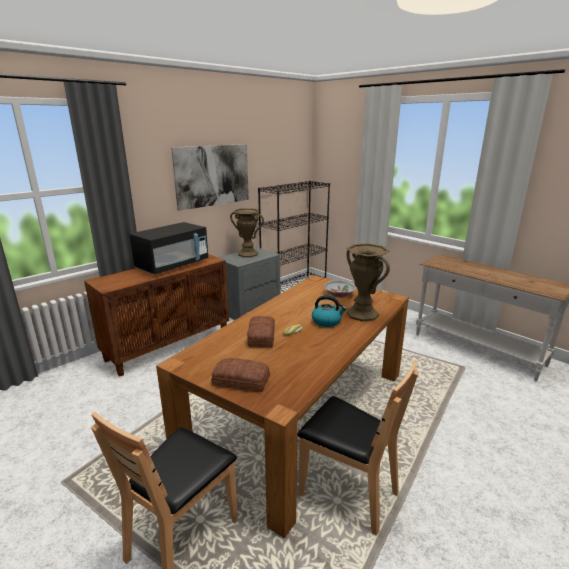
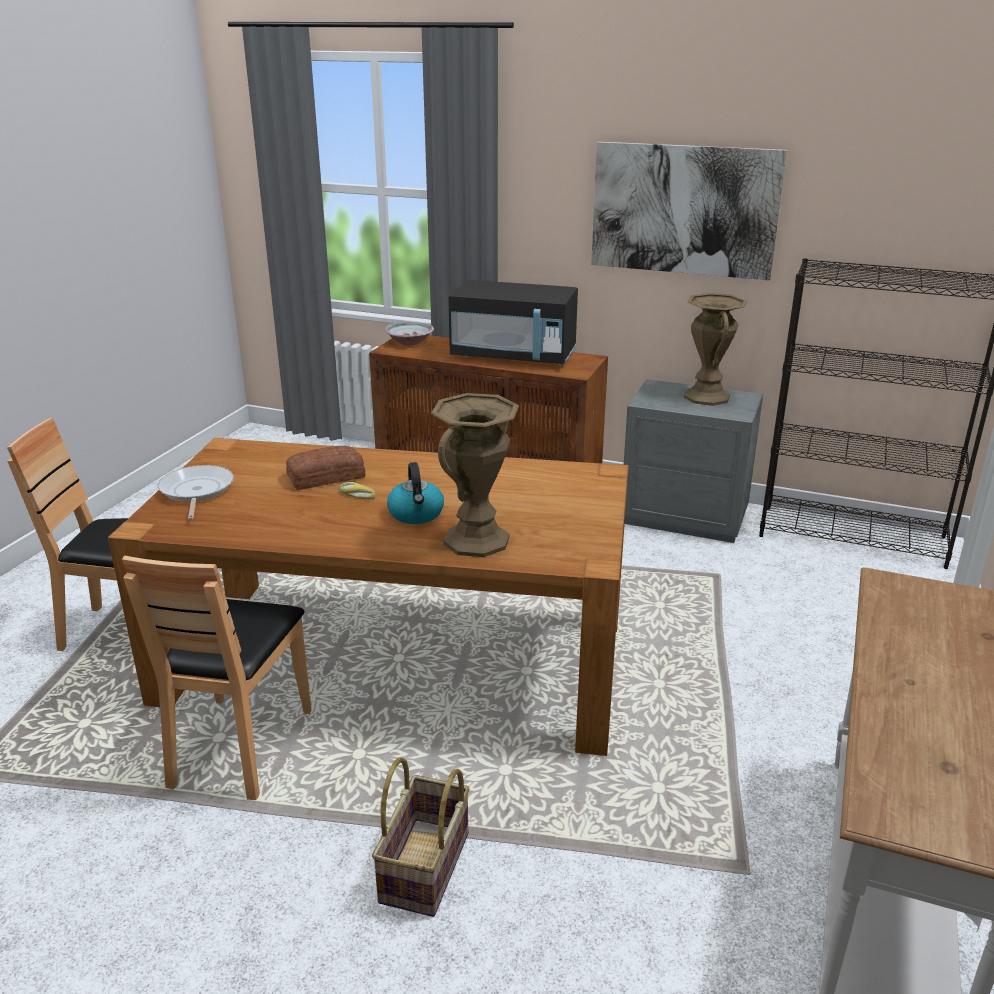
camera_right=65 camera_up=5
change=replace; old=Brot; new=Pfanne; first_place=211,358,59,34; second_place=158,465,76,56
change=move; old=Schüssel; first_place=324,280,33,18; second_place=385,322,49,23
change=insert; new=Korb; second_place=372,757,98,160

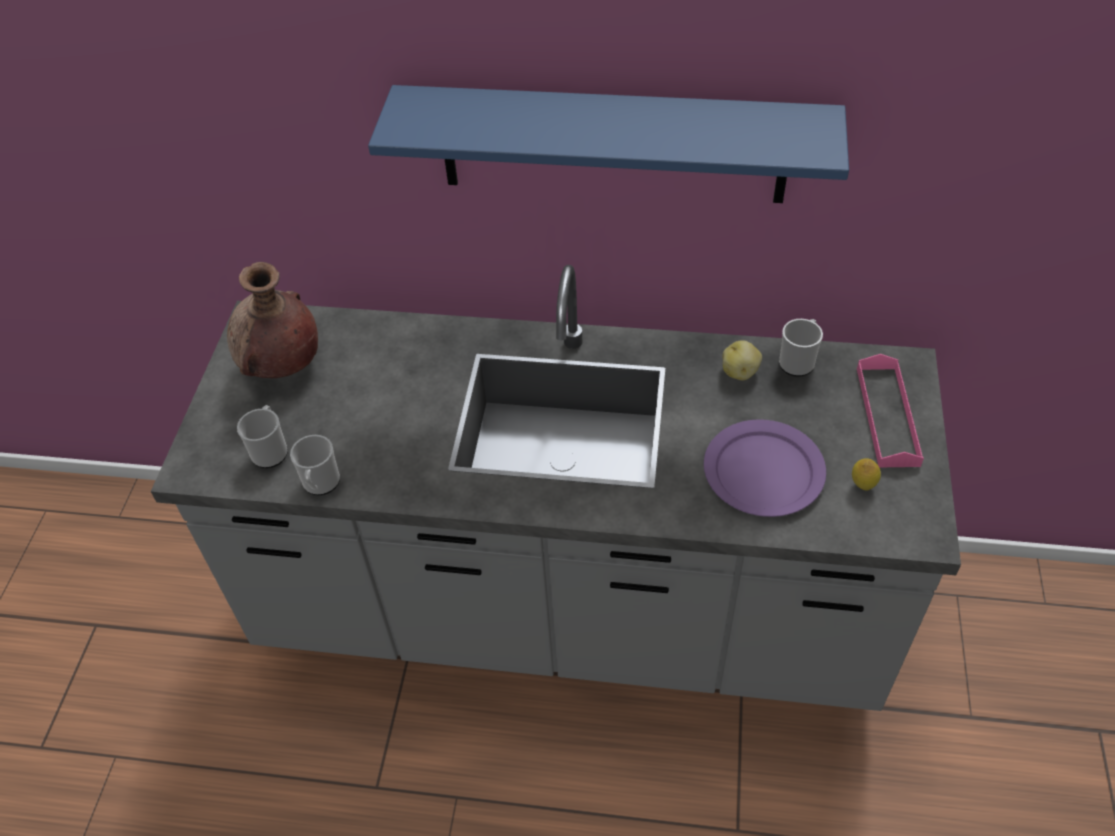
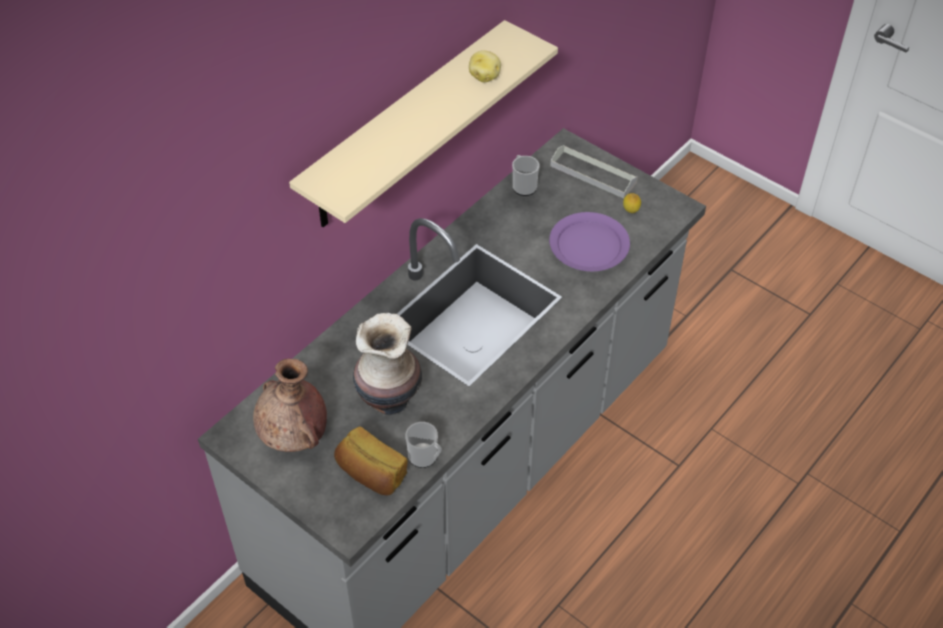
camera_right=-60 camera_up=0
change=replace; old=Henkelbecher; new=Brot; first_place=237,405,51,63; second_place=334,427,74,69
change=recolor; old=Wandregal (blau); new=Wandregal (beige); first_place=368,85,481,118; second_place=289,20,269,207
change=move; old=Kartoffel; first_place=722,340,40,40; second_place=469,50,32,32
change=recolor; old=Tablett (rosa); new=Tablett (grau); first_place=857,354,67,113; second_place=550,145,88,53
change=insert; new=Vase; second_place=353,312,69,104

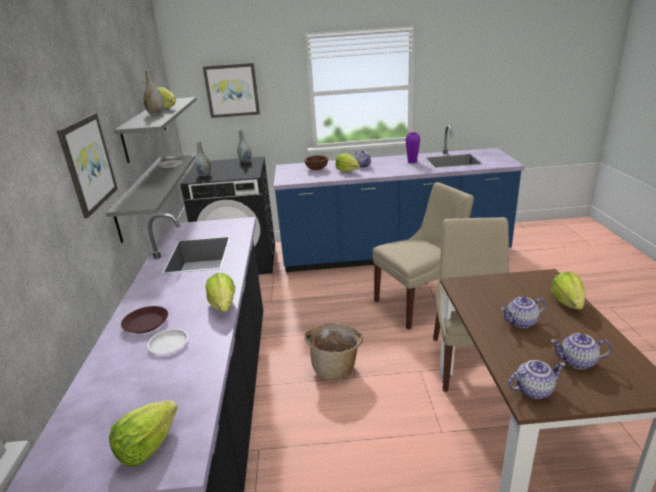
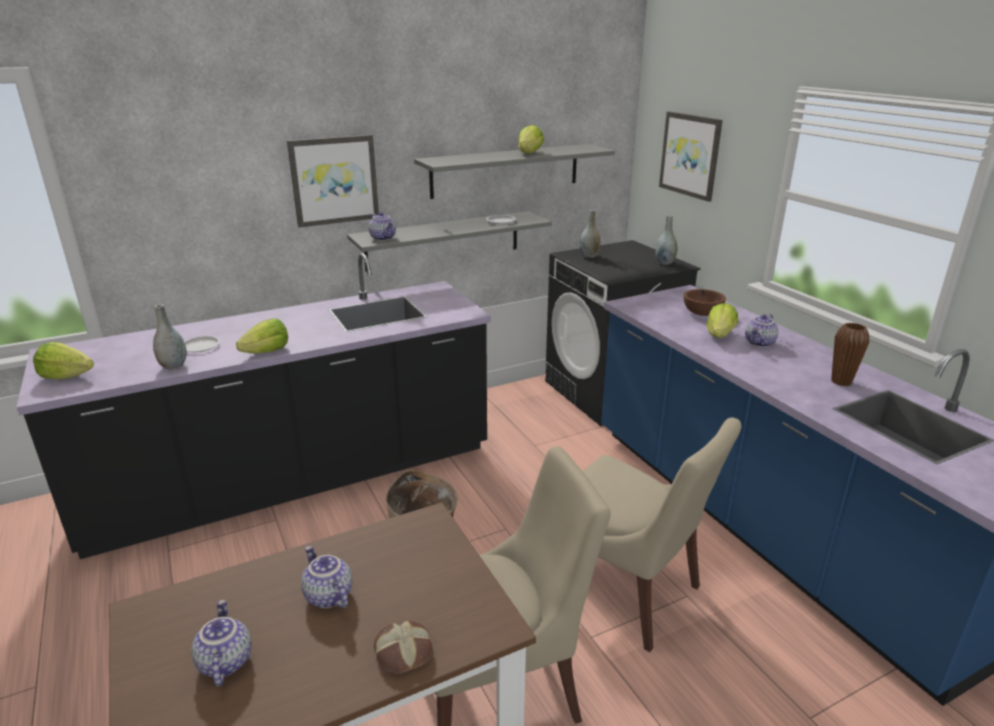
camera_right=65 camera_up=0
change=delete; old=Teller (braun); first_place=121,306,47,28
change=move; old=Vase (grau); first_place=144,70,20,45; second_place=153,304,34,65
change=recolor; old=Vase (lila); new=Vase (braun); first_place=406,132,14,31; second_place=831,323,38,63
change=move; old=Teekanne; first_place=508,360,58,39; second_place=368,212,28,29
change=replace; old=Salatkopf; new=Brot; first_place=551,271,35,38; second_place=374,621,59,52

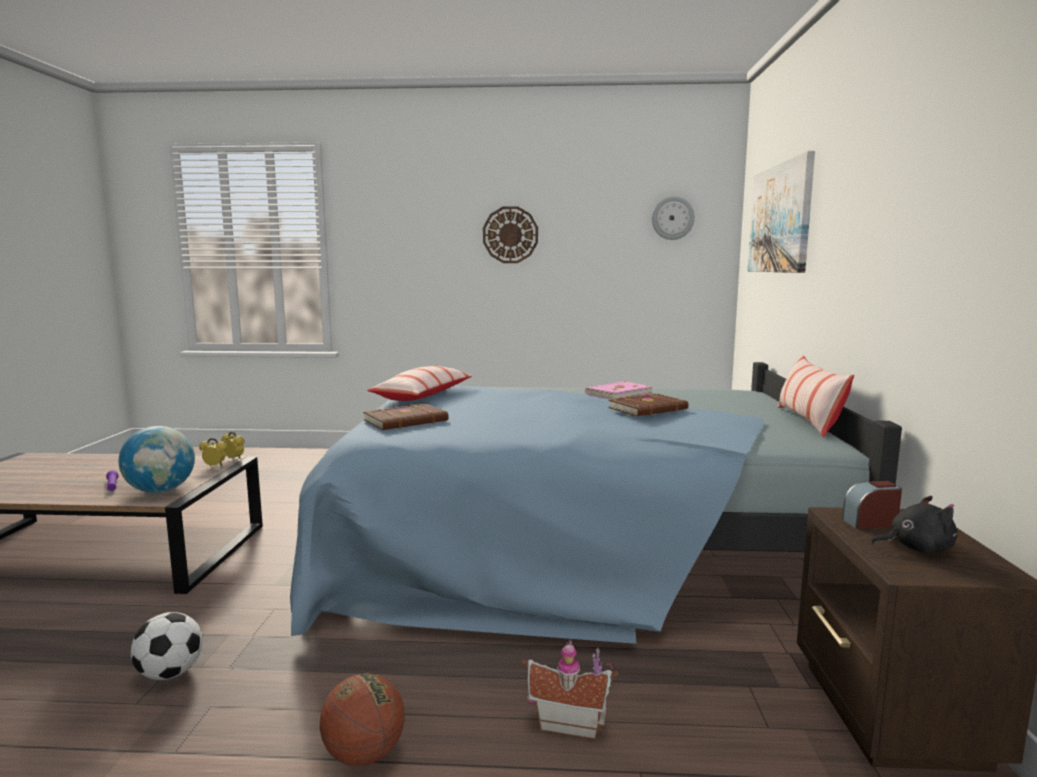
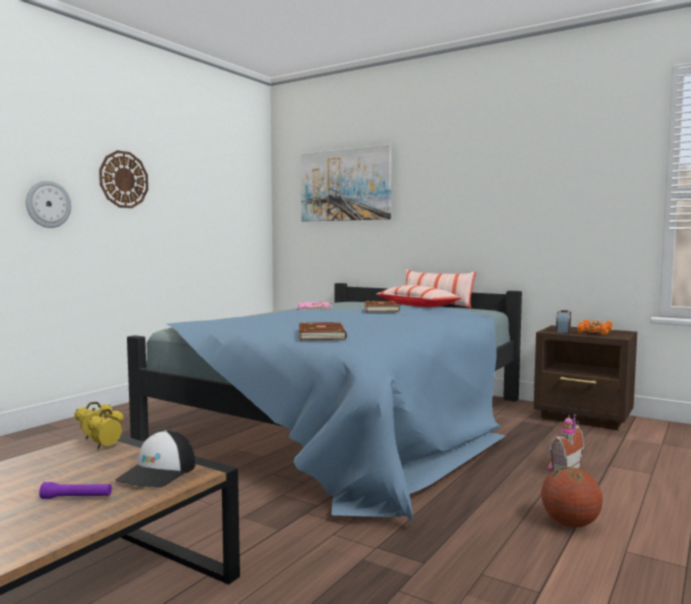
camera_right=-60 camera_up=-5
change=replace; old=Globus; new=Kappe; first_place=119,426,76,67; second_place=115,430,80,57
change=delete; old=Fußball; first_place=131,612,72,68
change=move; old=Kissen; first_place=367,366,105,35; second_place=376,285,85,22
change=move; old=Wanduhr; first_place=652,196,43,44; second_place=26,180,45,48
change=replace; old=Plüschtier (schwarz); new=Spielzeugauto (orange); first_place=871,496,86,57; second_place=578,319,34,16

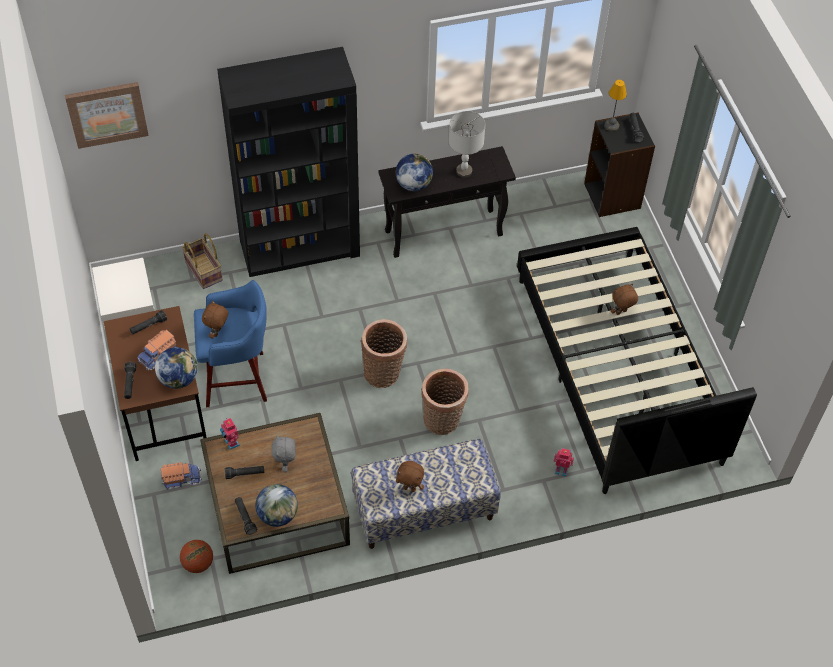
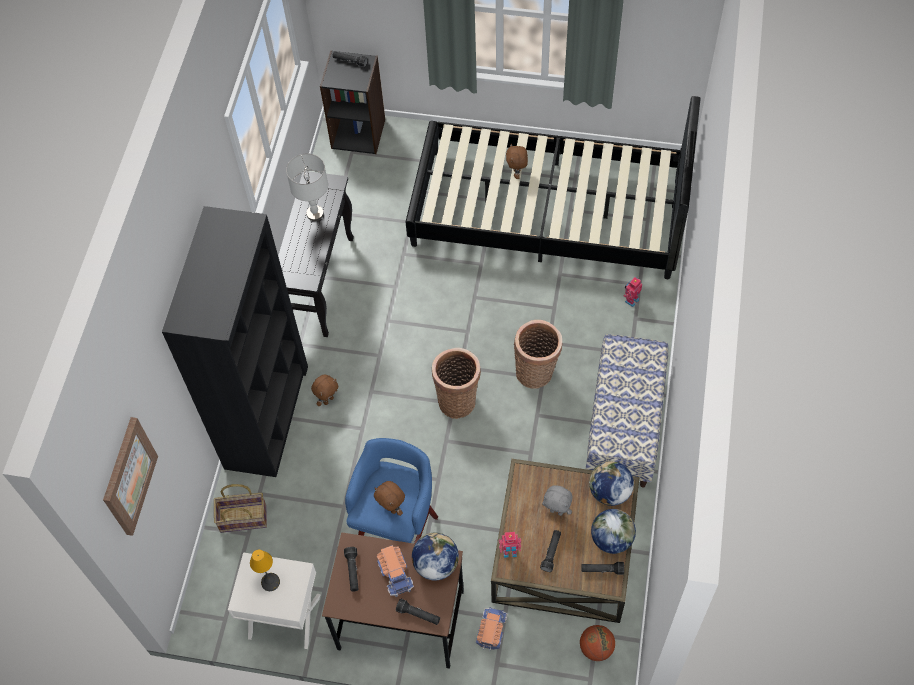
camera_right=-60 camera_up=5
change=move; old=Globus; first_place=396,154,37,37; second_place=589,461,45,45
change=move; old=Plüschtier (braun); first_place=396,461,28,31; second_place=311,375,28,31
change=move; old=Tischlampe; first_place=604,80,23,51; second_place=250,549,30,42

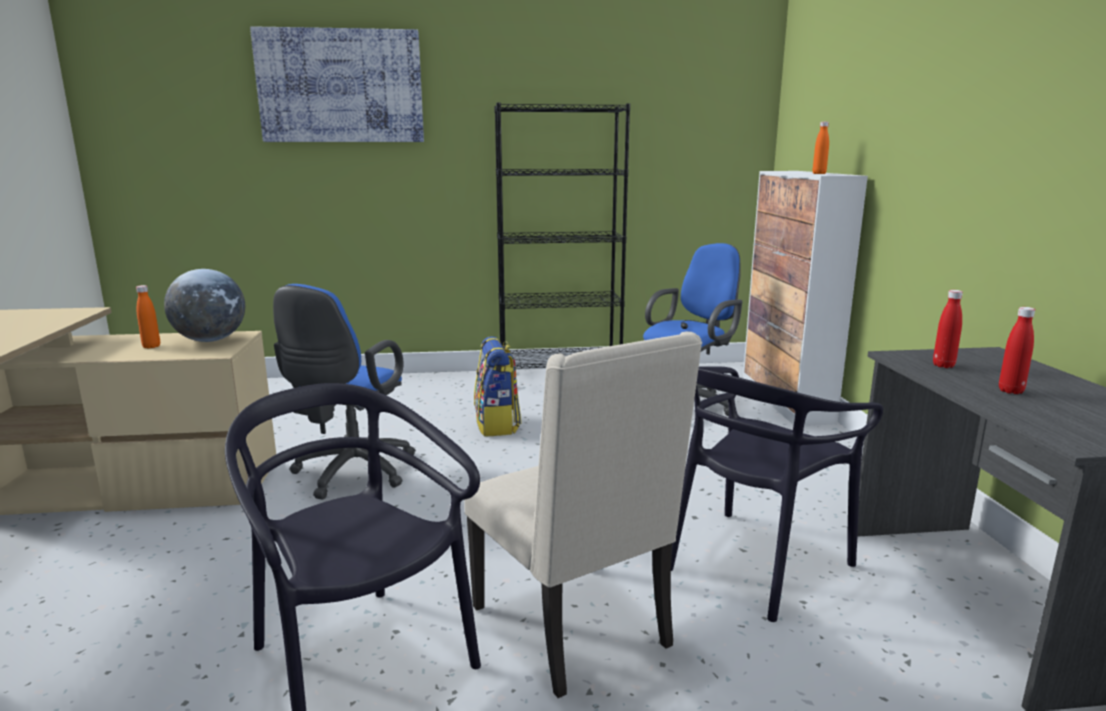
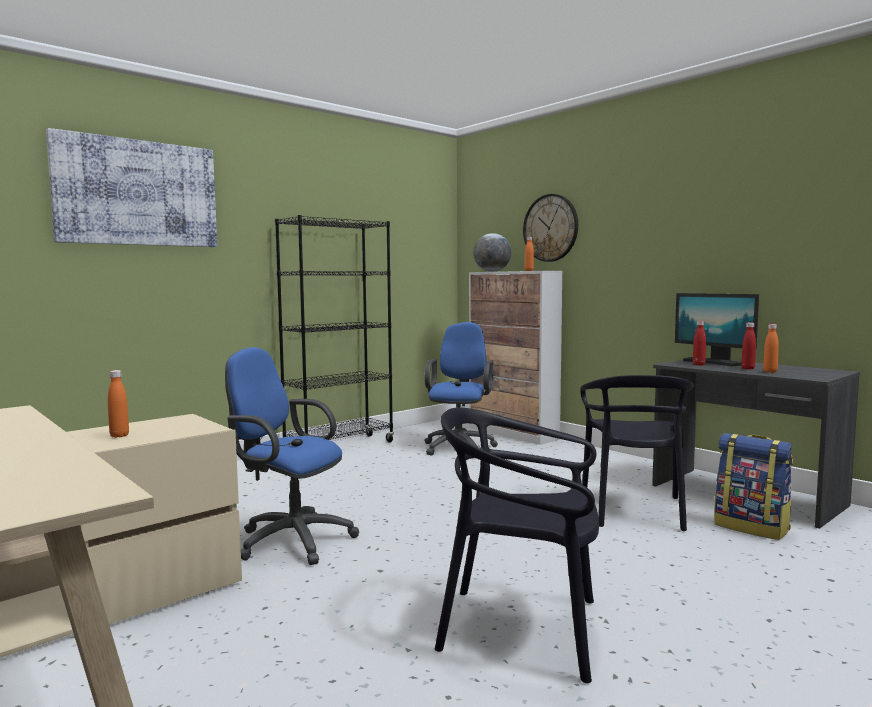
camera_right=-35 camera_up=-10
change=move; old=Globus; first_place=164,269,81,73; second_place=473,233,38,39
change=rotate; old=Bürostuhl (blau); first_place=273,284,143,216; second_place=225,347,134,218; degrees=135
change=delete; old=Stuhl (beige); first_place=464,332,238,366
change=move; old=Rucksack; first_place=474,336,47,101; second_place=714,433,79,107
change=insert; new=Wanduhr; second_place=523,194,55,68
change=insert; new=Monitor; second_place=675,293,84,73
change=insert; new=Flasche (orange); second_place=763,324,16,49

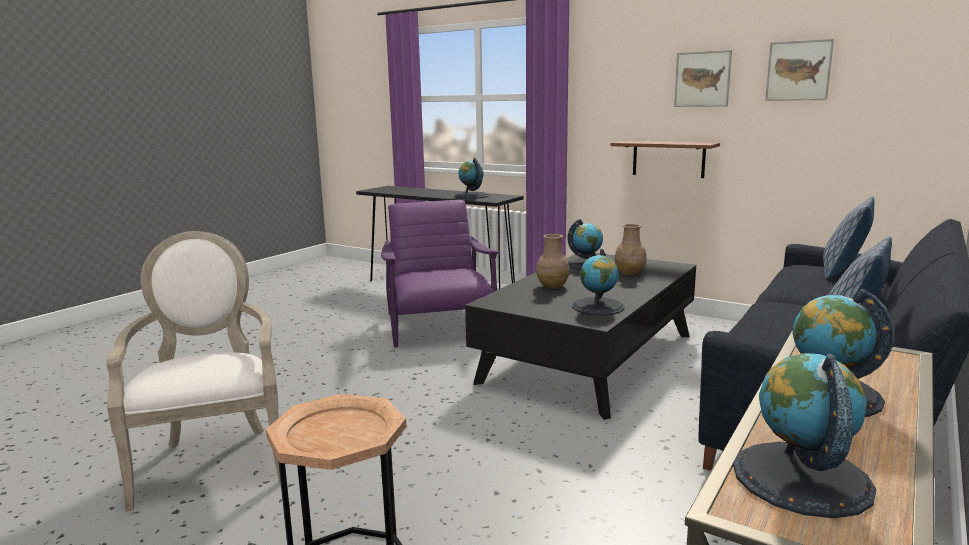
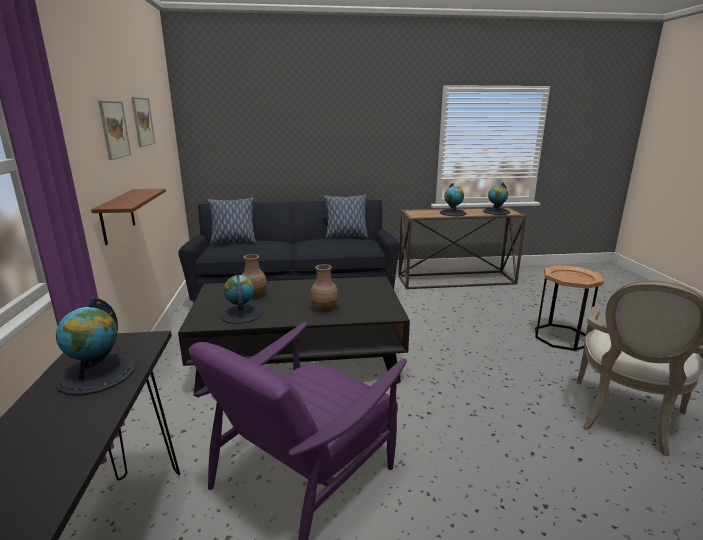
camera_right=-130 camera_up=5
change=delete; old=Globus; first_place=572,249,53,66

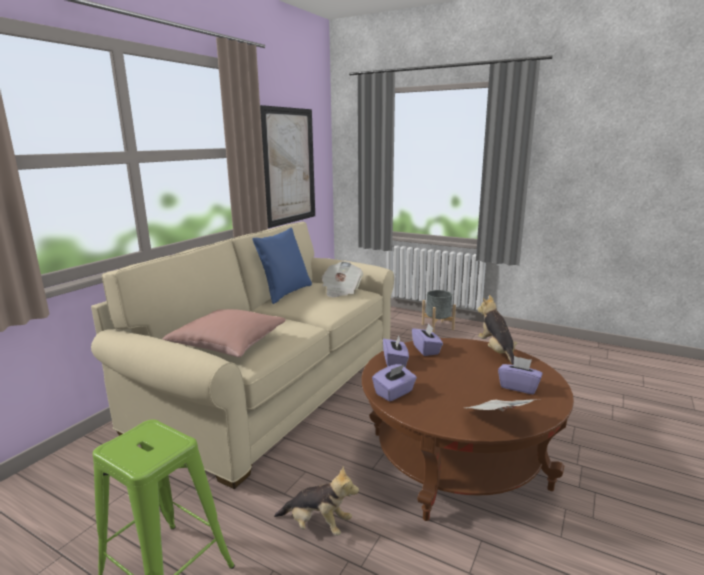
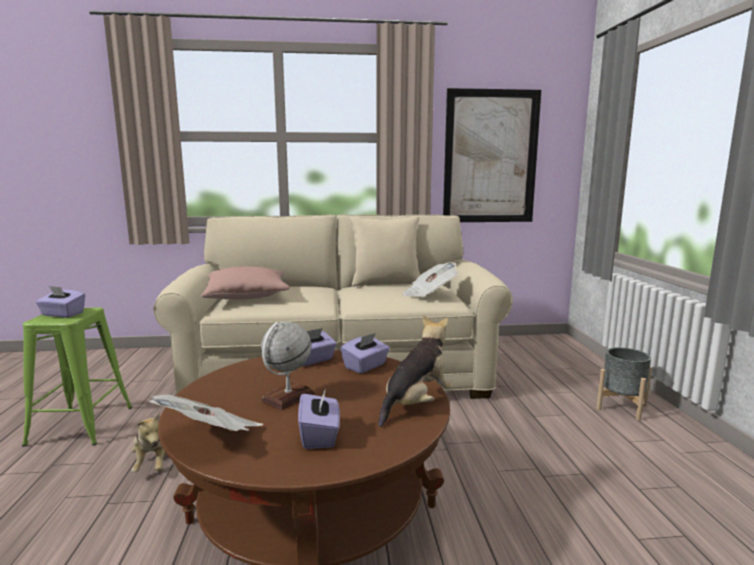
camera_right=55 camera_up=-5
change=recolor; old=Kissen (blau); new=Kissen (beige); first_place=252,228,60,76; second_place=350,216,70,71
change=move; old=Taschentuchbox (lila); first_place=372,364,45,38; second_place=36,286,49,32
change=insert; new=Globus; second_place=261,322,54,88

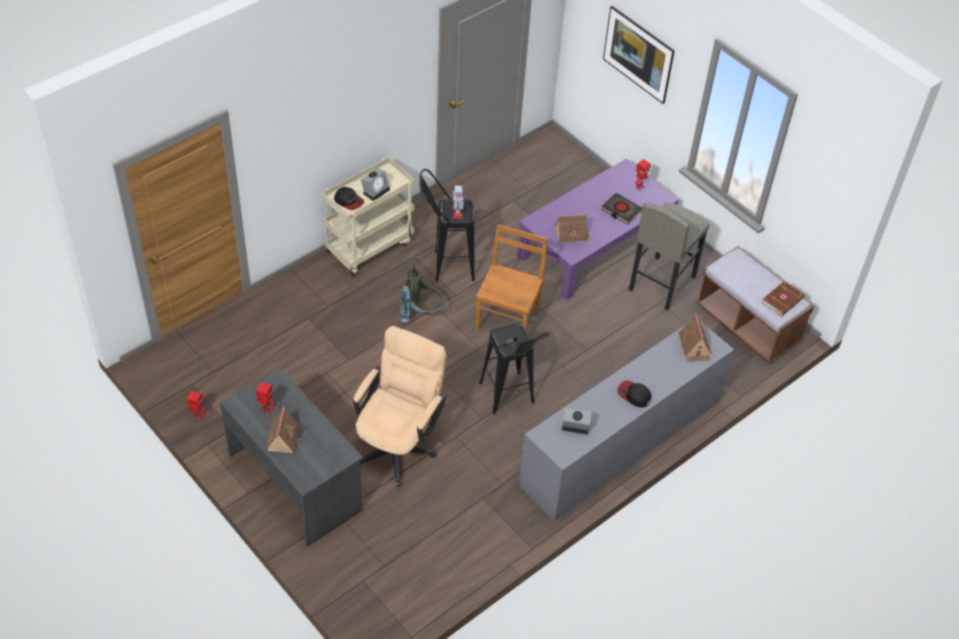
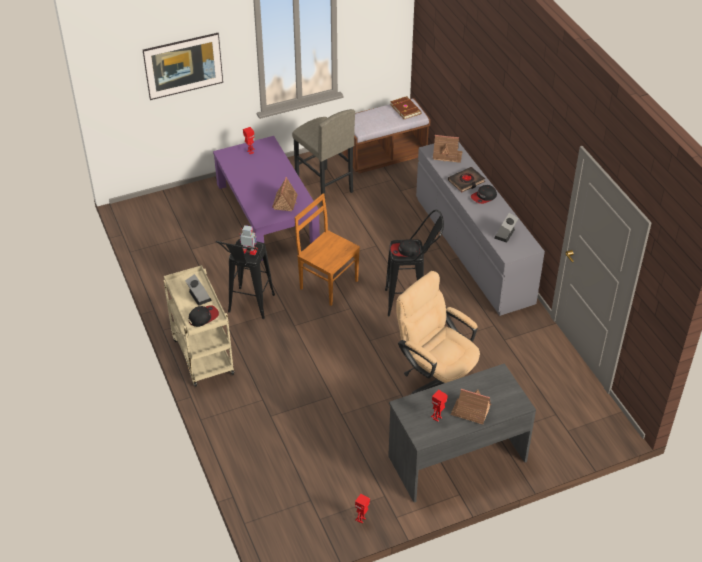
camera_right=-70 camera_up=-5
change=delete; old=Rucksack (grau); first_place=400,265,45,57
change=move; old=Buch (schwarz); first_place=601,193,41,32; second_place=448,167,37,25
change=insert; new=Kappe; second_place=391,240,29,17

